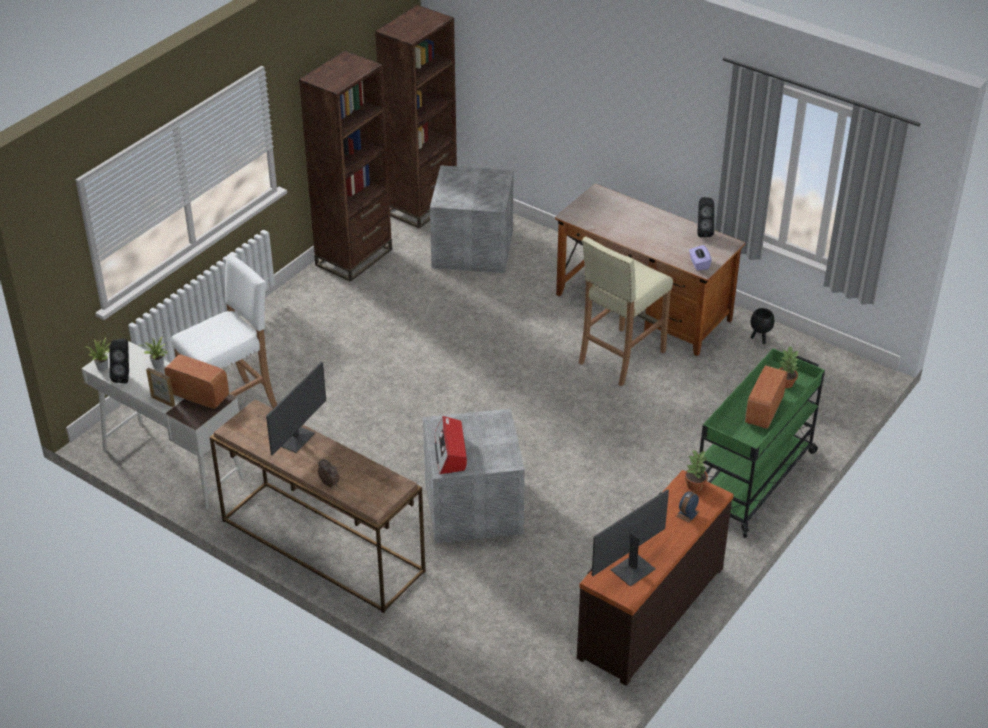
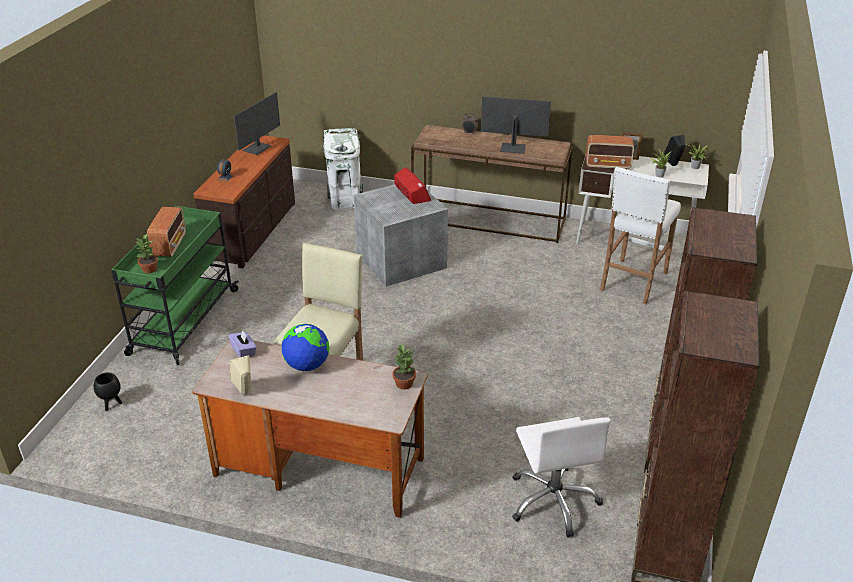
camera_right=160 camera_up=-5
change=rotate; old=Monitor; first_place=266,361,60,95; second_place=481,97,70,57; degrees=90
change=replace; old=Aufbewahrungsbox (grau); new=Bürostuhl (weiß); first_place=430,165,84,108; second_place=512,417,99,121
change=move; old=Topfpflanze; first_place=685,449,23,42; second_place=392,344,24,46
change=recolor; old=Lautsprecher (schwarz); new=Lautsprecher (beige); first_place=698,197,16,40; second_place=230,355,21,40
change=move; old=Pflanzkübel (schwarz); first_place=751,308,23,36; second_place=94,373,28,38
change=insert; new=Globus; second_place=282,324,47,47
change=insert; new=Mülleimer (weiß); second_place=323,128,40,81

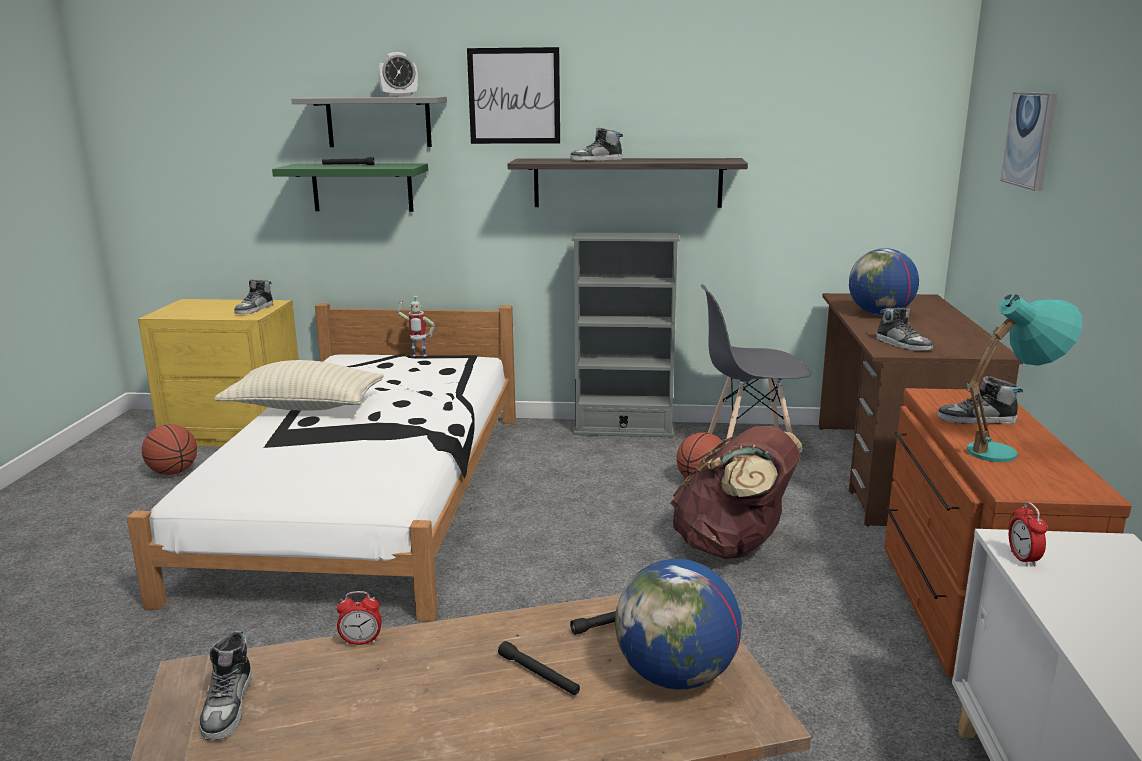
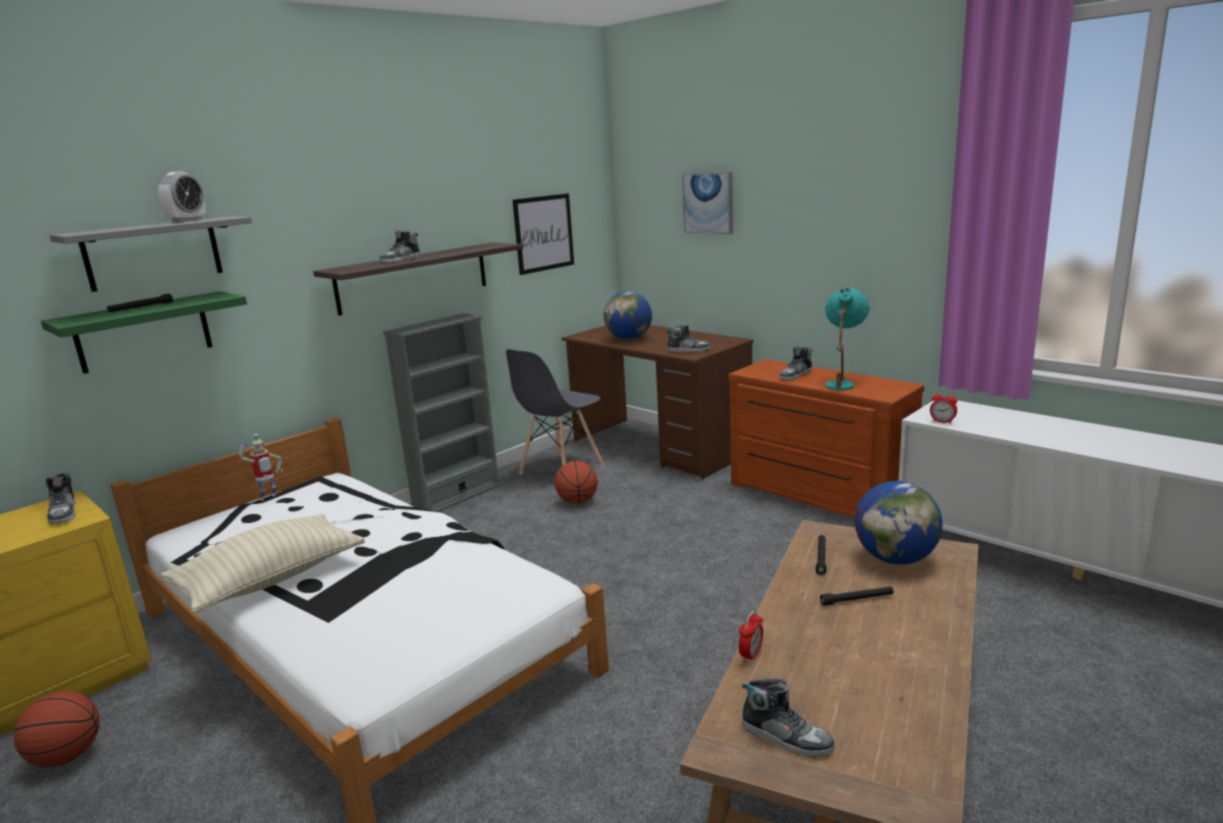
camera_right=-50 camera_up=0
change=move; old=Bild; first_place=467,47,93,97; second_place=512,193,62,82
change=delete; old=Rucksack (braun); first_place=670,426,133,133

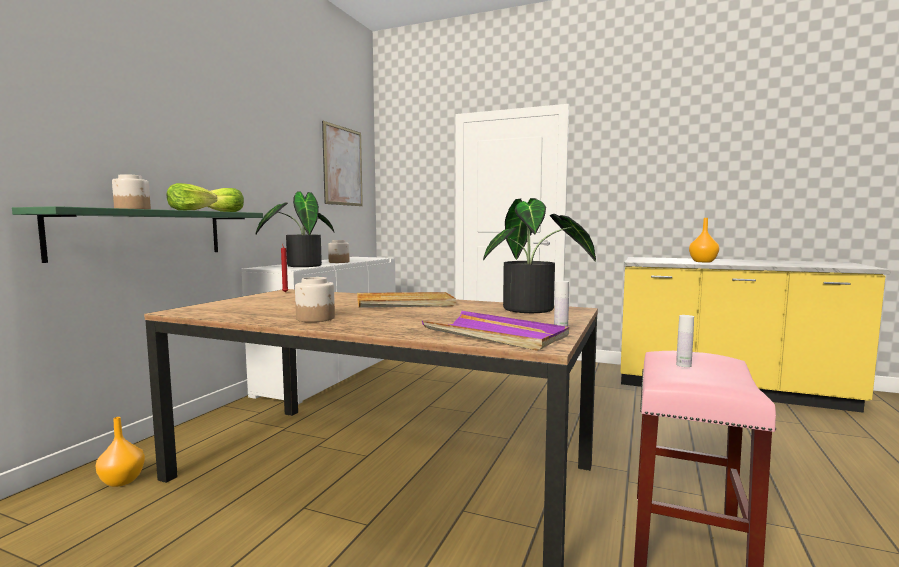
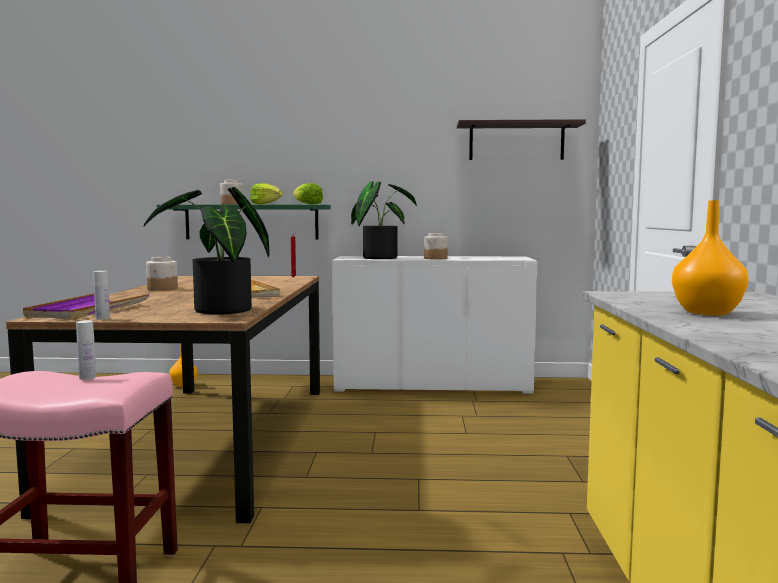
camera_right=70 camera_up=0
change=replace; old=Bild; new=Wandregal; first_place=322,121,41,85; second_place=457,119,129,41

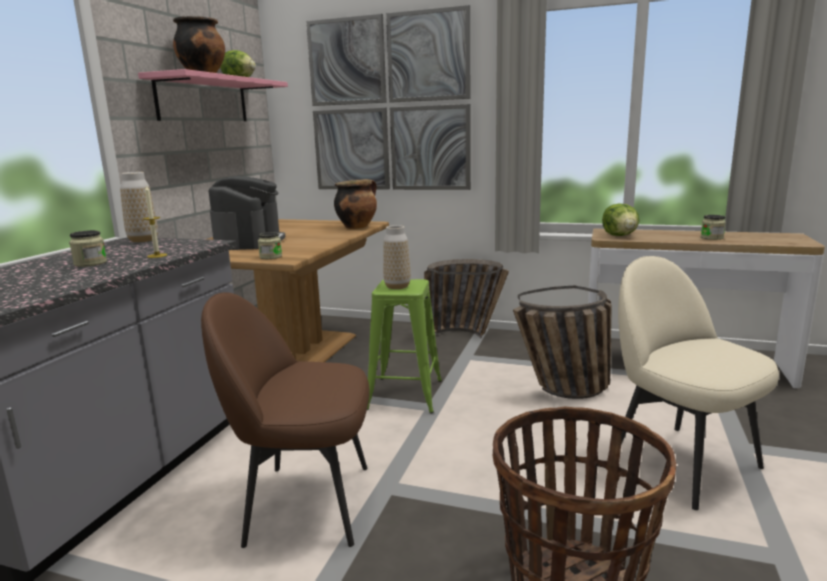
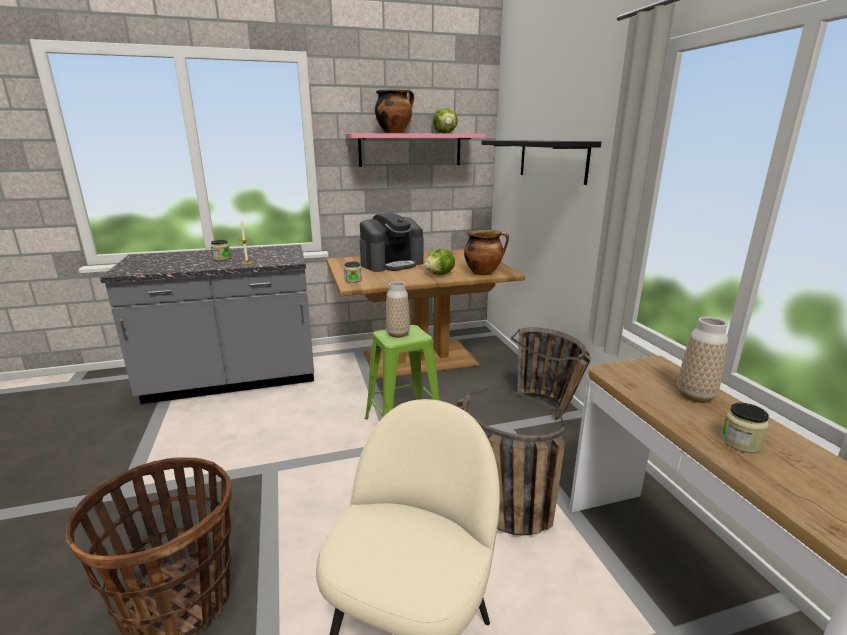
camera_right=55 camera_up=5
change=move; old=Vase; first_place=120,172,38,70; second_place=678,317,50,86
change=delete; old=Stuhl (braun); first_place=201,292,169,256
change=replace; old=Bild; new=Wandregal (schwarz); first_place=306,5,165,185; second_place=481,140,120,45
change=move; old=Salatkopf; first_place=602,204,38,32; second_place=424,249,31,26

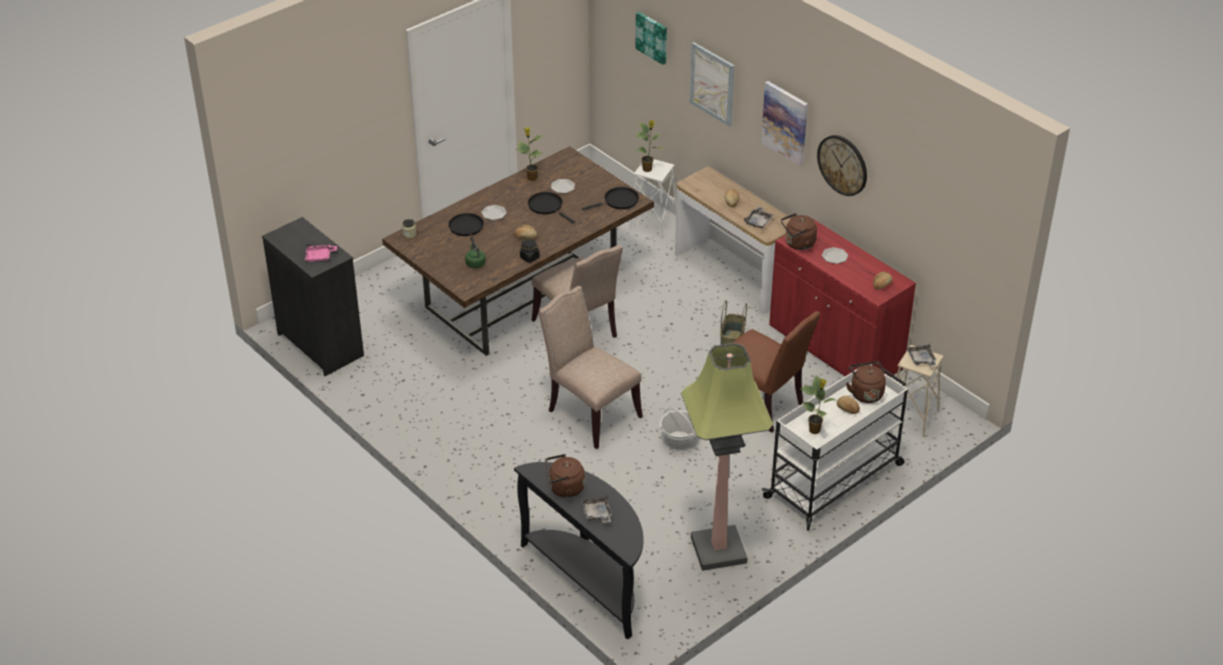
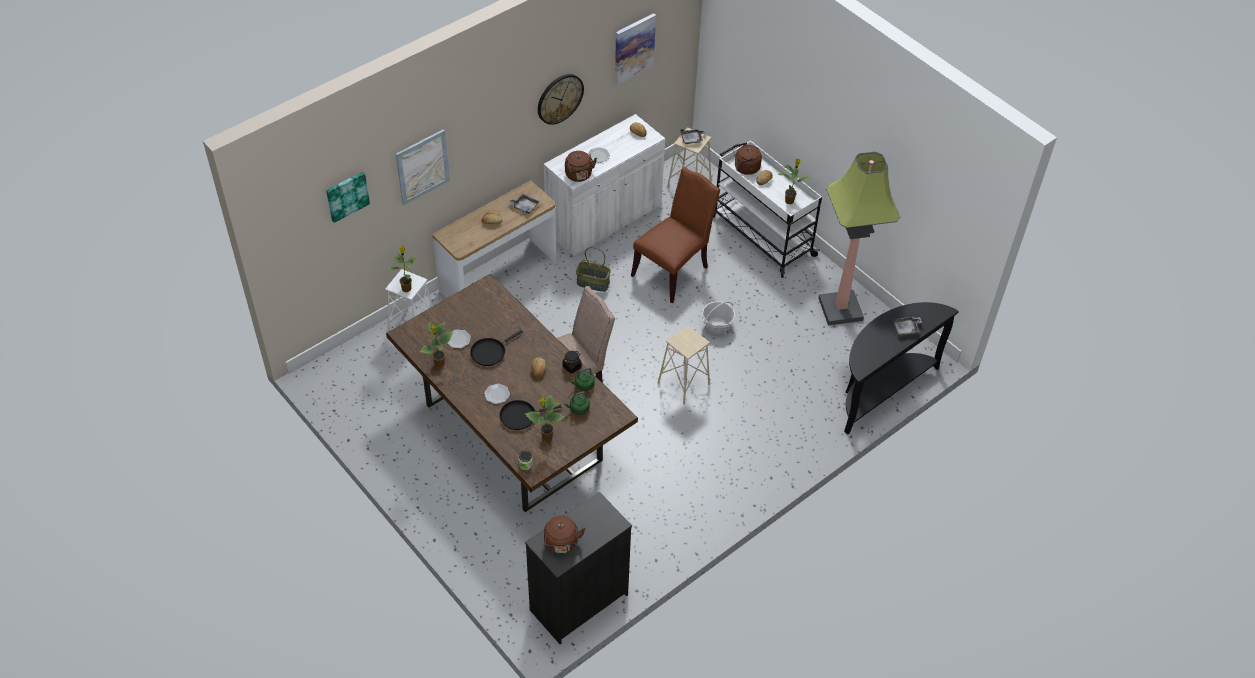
camera_right=-90 camera_up=10
change=delete; old=Tablett (rosa); first_place=305,244,32,18
change=replace; old=Stuhl (beige); new=Hocker (beige); first_place=539,286,104,163; second_place=658,325,52,80
change=move; old=Wasserkessel (braun); first_place=545,454,40,44; second_place=544,515,41,39
change=delete; old=Pfanne (schwarz); first_place=582,187,57,23
change=move; old=Bild; first_place=761,81,47,86; second_place=615,13,41,72
change=recolor; old=Schrank (rot); new=Schrank (weiß); first_place=769,219,147,158; second_place=544,114,121,142
change=insert; new=Topfpflanze; second_place=525,395,39,46
change=insert; new=Wasserkessel (grün); second_place=569,368,26,23

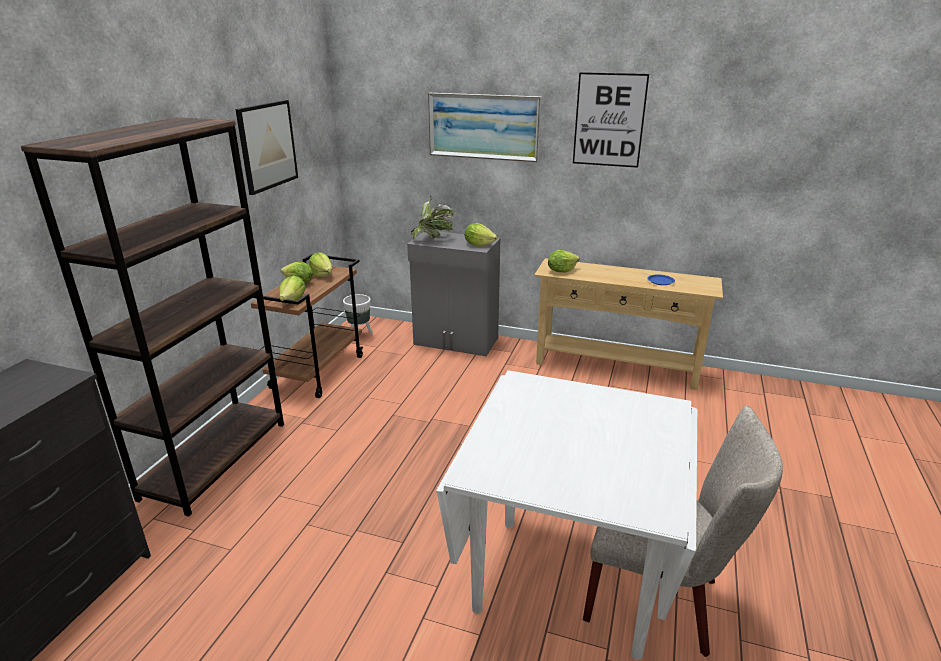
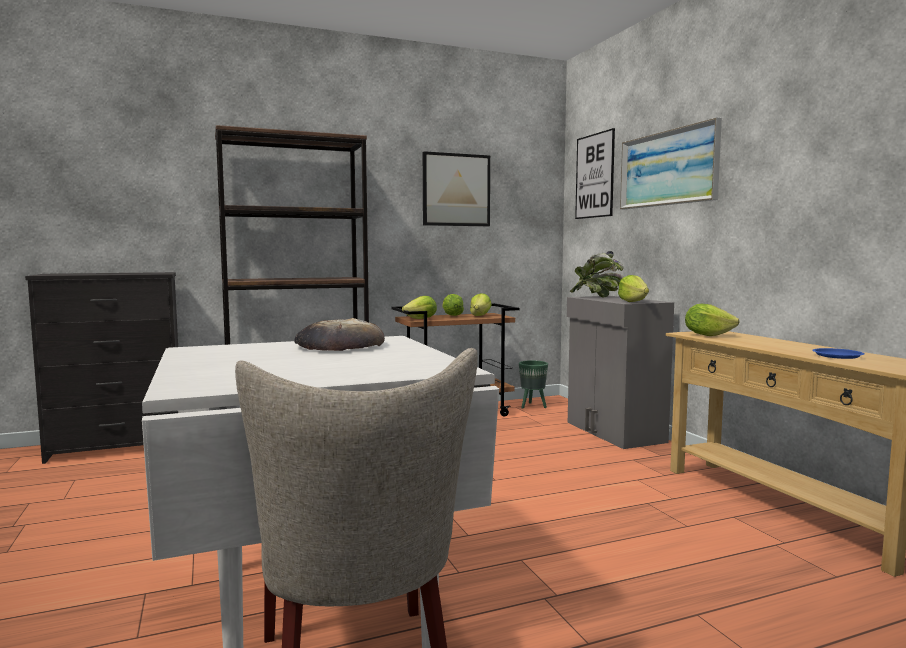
camera_right=50 camera_up=-20
change=recolor; old=Pflanzkübel (weiß); new=Pflanzkübel (grün); first_place=343,294,30,40; second_place=519,360,29,49
change=move; old=Bild; first_place=573,72,76,96; second_place=575,128,40,91
change=insert; new=Brot; second_place=294,318,91,33

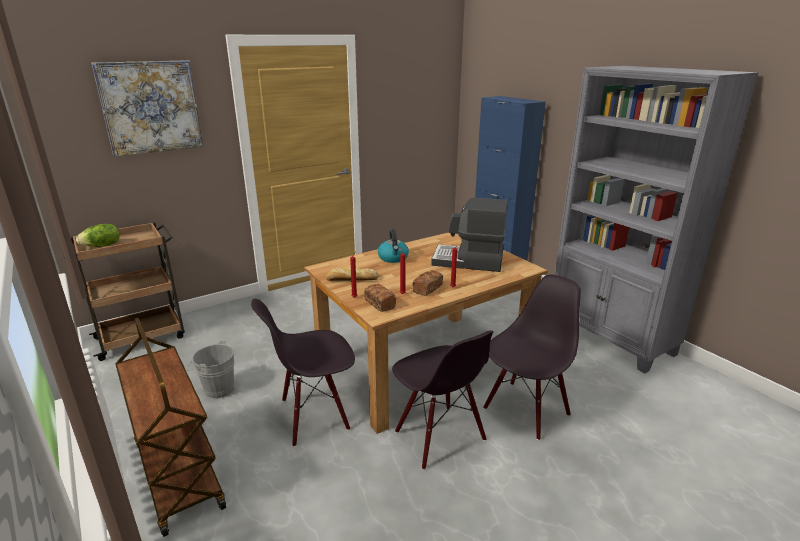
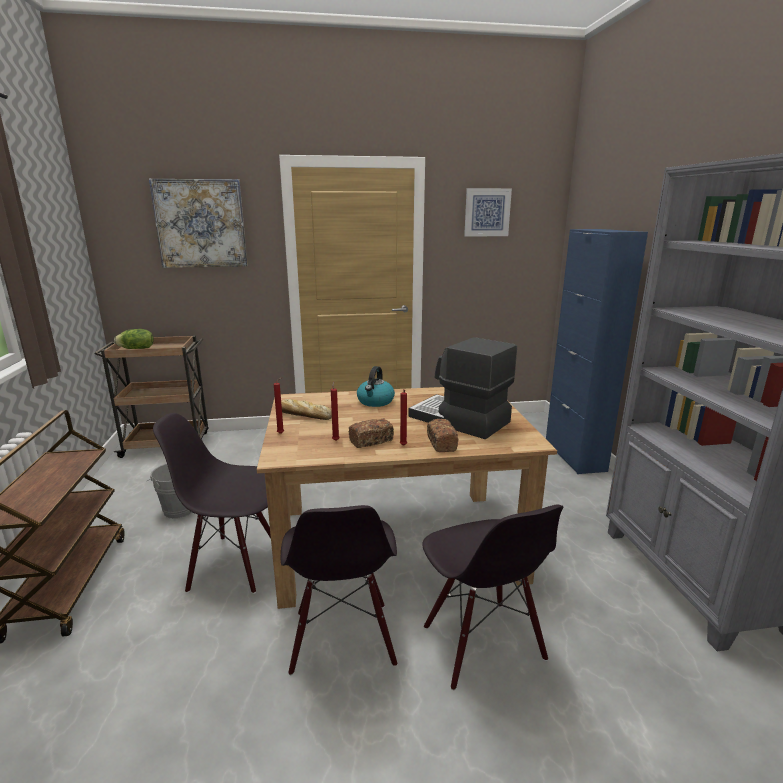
camera_right=25 camera_up=-5
change=move; old=Brot; first_place=364,284,32,28; second_place=427,419,31,33
change=rotate; old=Stuhl (schwarz); first_place=483,275,98,165; second_place=422,504,141,186; degrees=90
change=insert; new=Bild; second_place=464,188,48,49

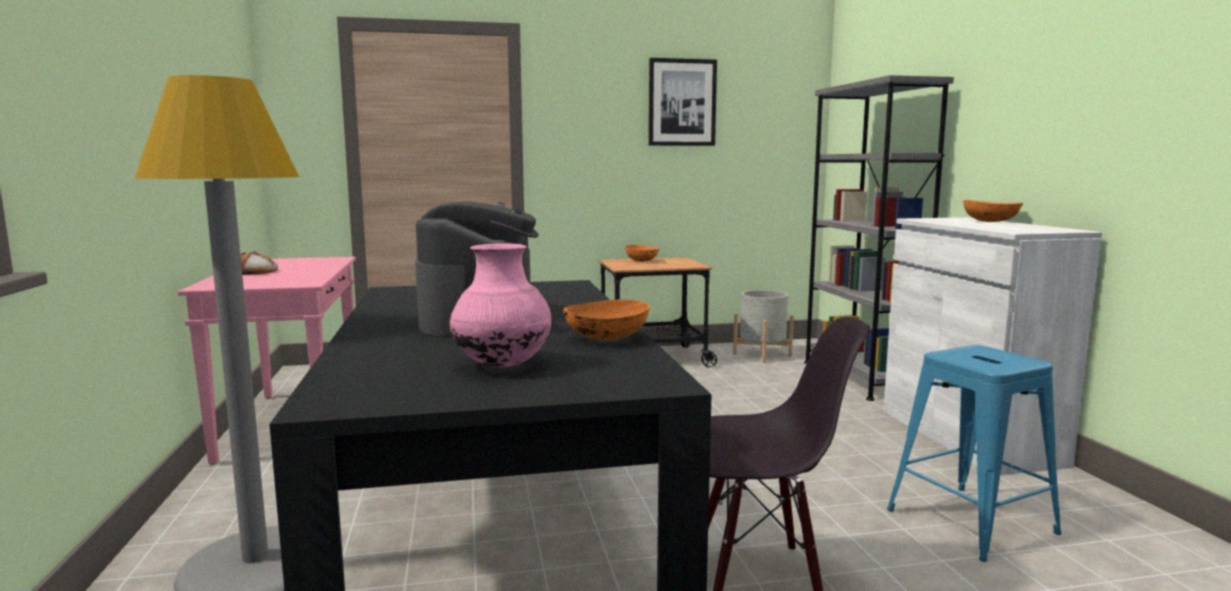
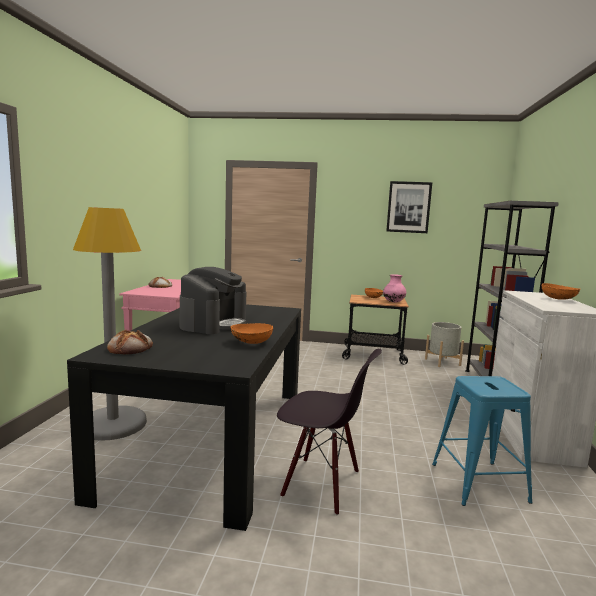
camera_right=20 camera_up=0
change=move; old=Vase (rosa); first_place=450,243,101,124; second_place=383,274,23,29
change=insert; new=Brot; second_place=107,330,46,24

